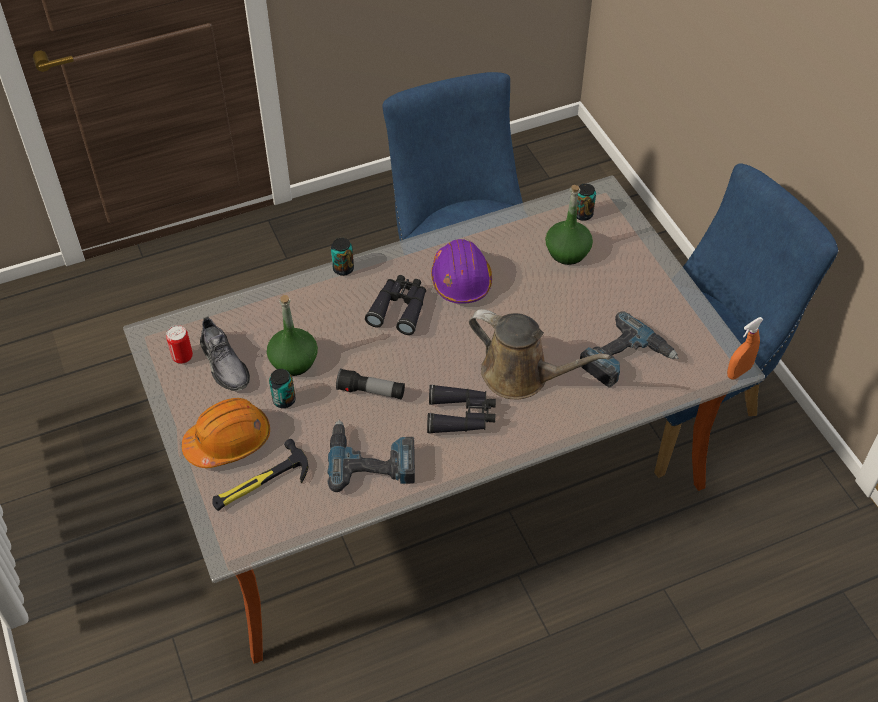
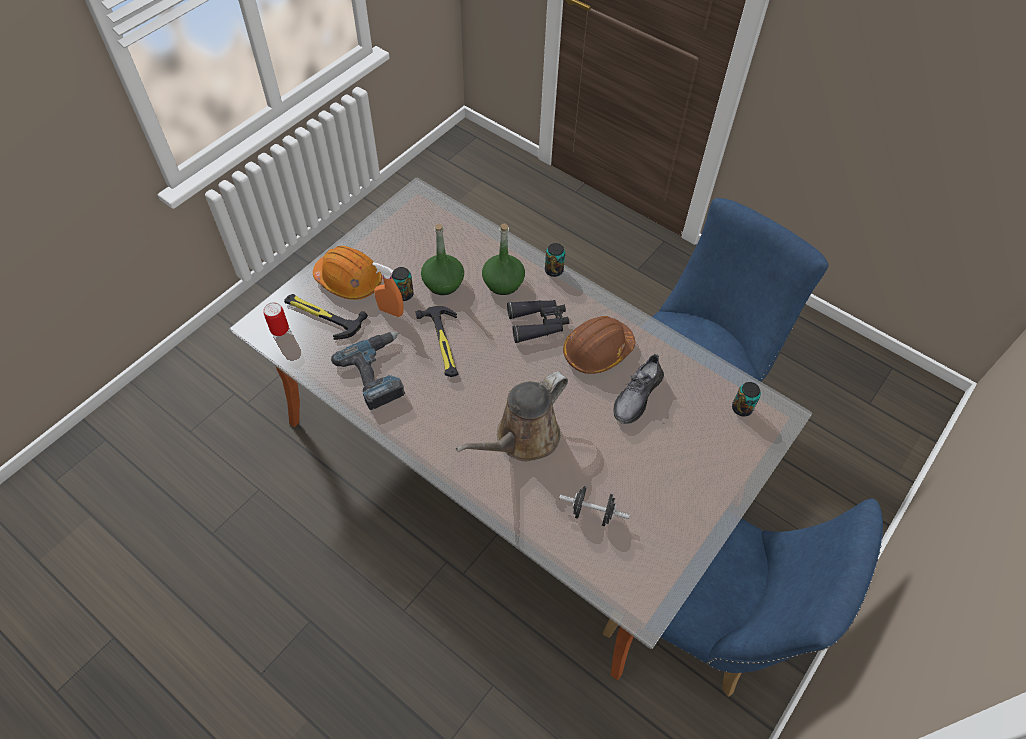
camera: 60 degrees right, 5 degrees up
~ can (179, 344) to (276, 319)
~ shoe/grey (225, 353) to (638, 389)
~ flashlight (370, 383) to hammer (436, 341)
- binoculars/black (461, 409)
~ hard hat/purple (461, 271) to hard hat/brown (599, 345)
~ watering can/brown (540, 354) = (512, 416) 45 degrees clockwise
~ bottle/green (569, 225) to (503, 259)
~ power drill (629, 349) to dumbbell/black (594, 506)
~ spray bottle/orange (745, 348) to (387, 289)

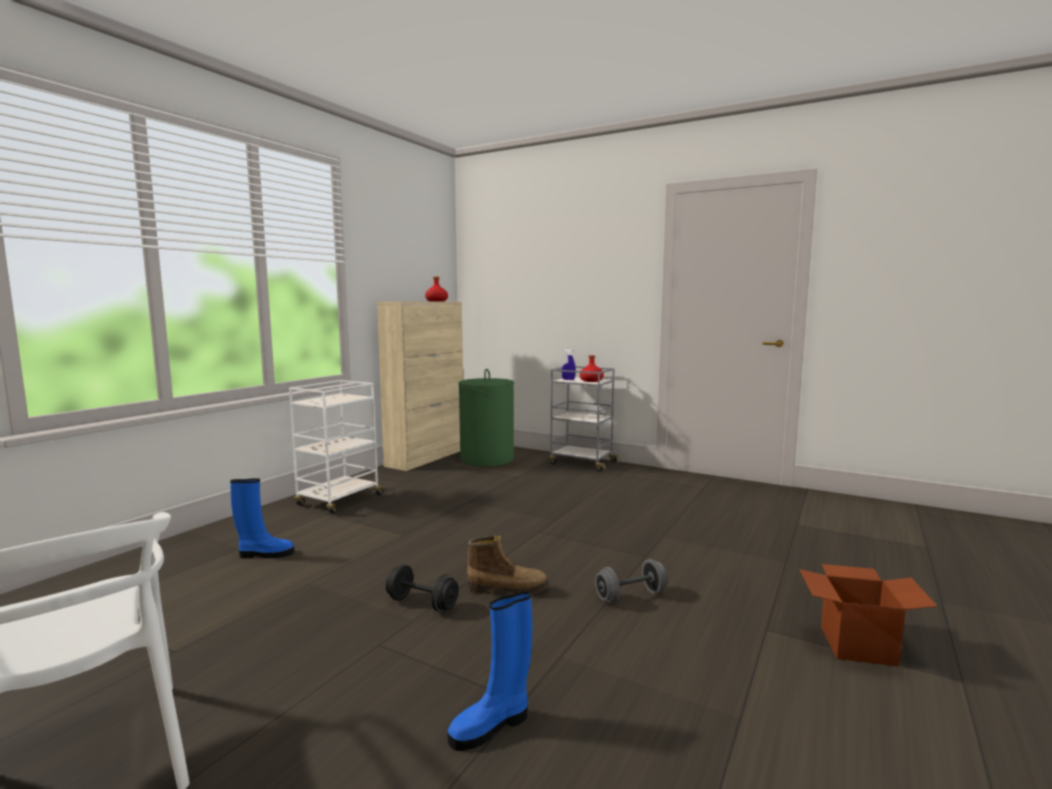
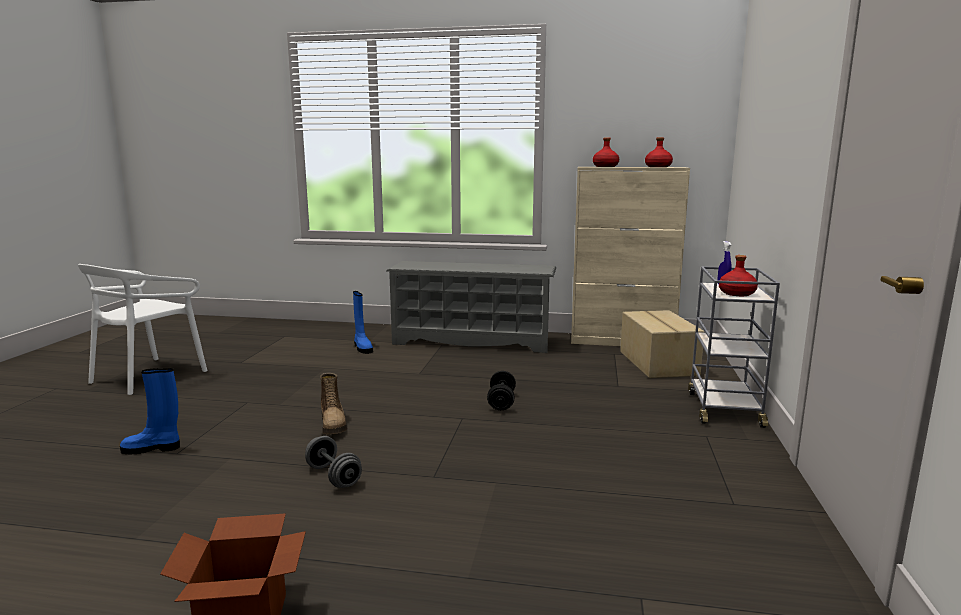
camera: 70 degrees right, 5 degrees up
~ cart/white (337, 447) to shoe rack/grey (471, 307)
~ dumbbell/black (422, 588) to (501, 390)
~ boot/blue (490, 671) = (150, 411) 45 degrees counterclockwise
~ laundry basket/green (486, 418) to cardboard box (662, 344)
+ bottle/red (606, 152)

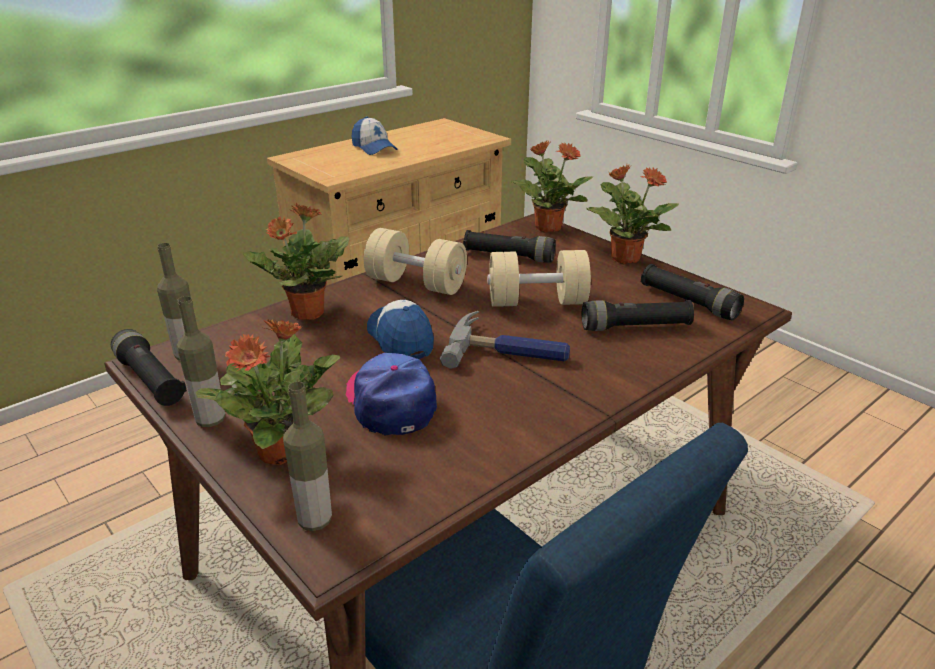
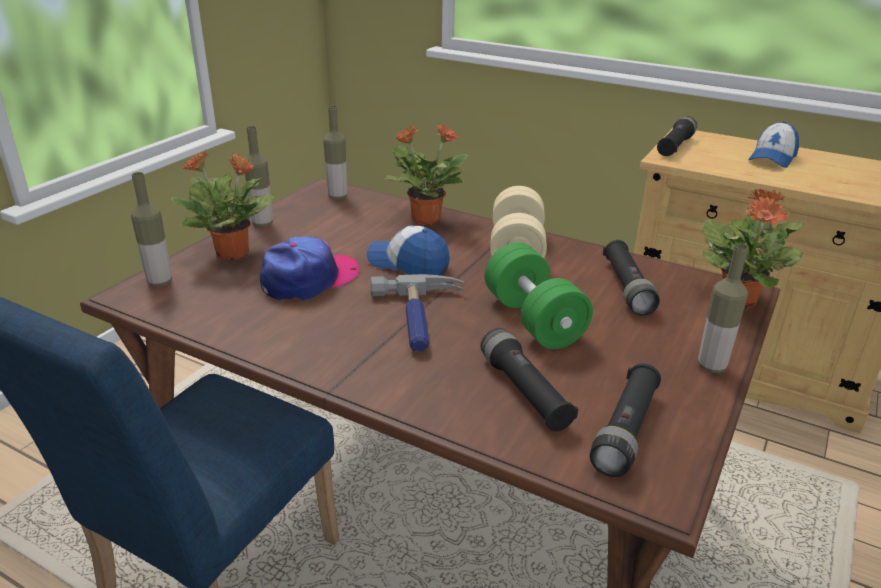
camera: 70 degrees right, 0 degrees up
~ flashlight/black (149, 367) to (677, 136)
~ cap (400, 329) = (408, 251) 105 degrees counterclockwise
~ dumbbell/beige (539, 278) to dumbbell/green (539, 296)
~ potted plant (632, 214) to bottle (723, 308)

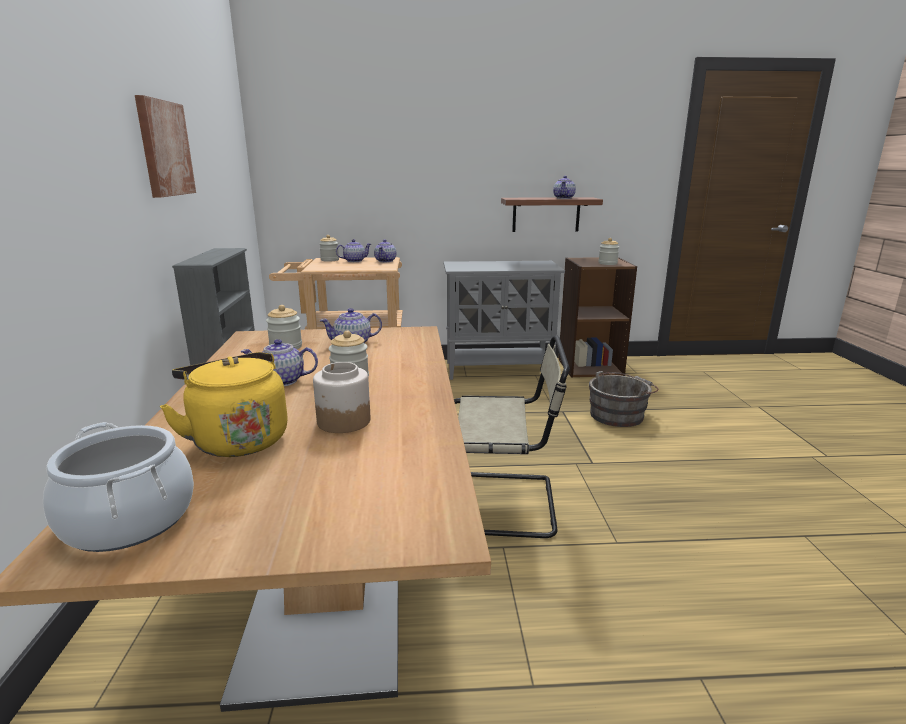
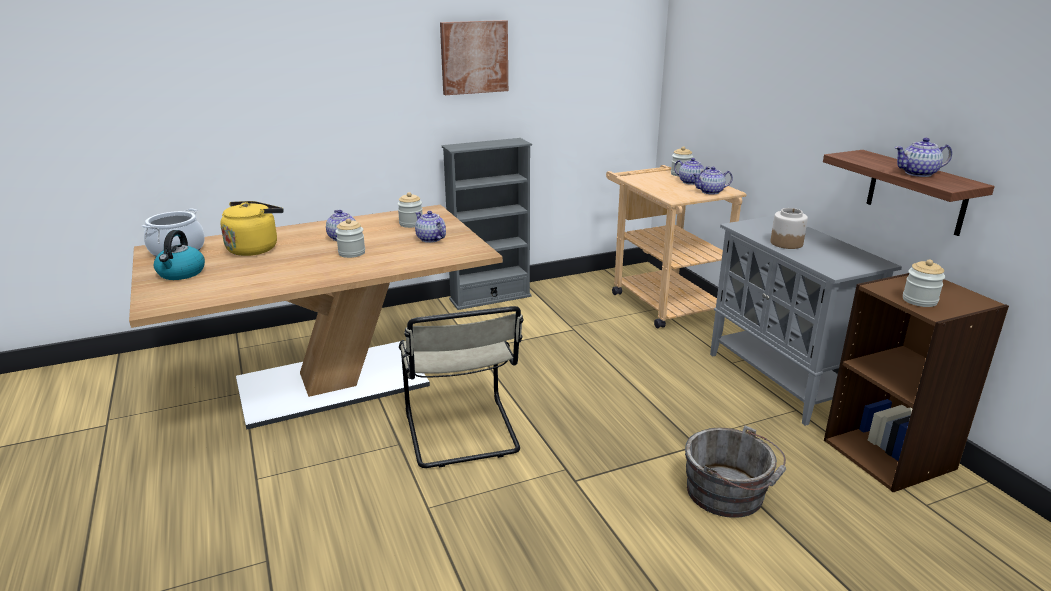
camera: 70 degrees right, 5 degrees up
~ jar (341, 397) to (789, 228)
+ kettle (179, 255)

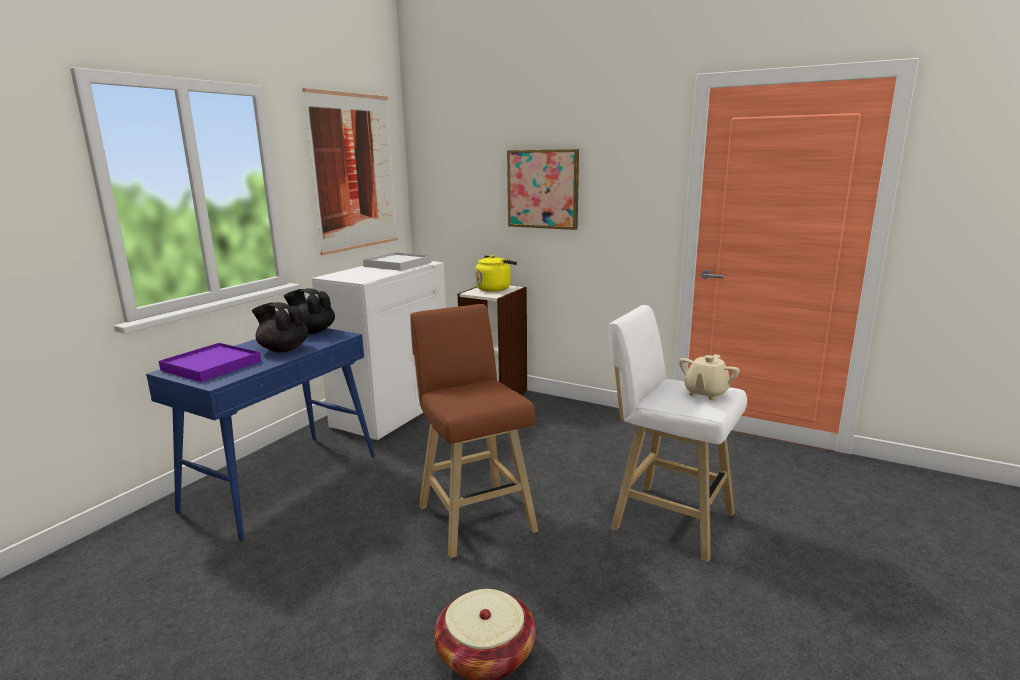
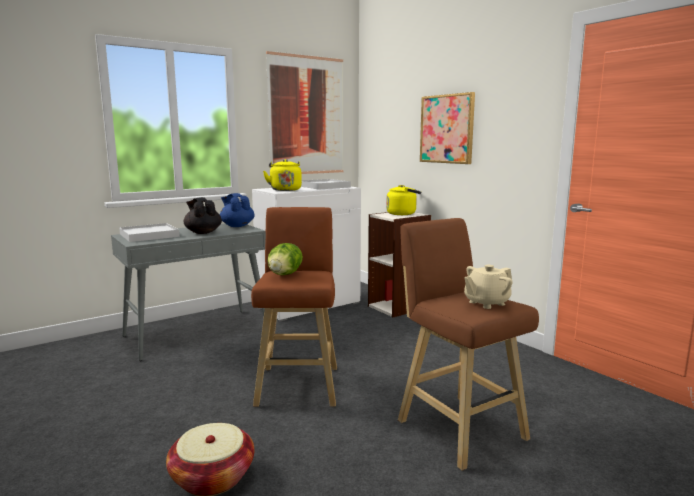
camera: 25 degrees right, 5 degrees down
~ console table/blue (260, 434) to console table/grey (188, 292)
~ tray/purple (210, 362) to tray/white (149, 232)
~ teapot/black (309, 311) to teapot/blue (237, 210)
~ stool/white (678, 433) to stool/brown (468, 344)
+ kettle/yellow (282, 175)
+ lettuce (285, 259)

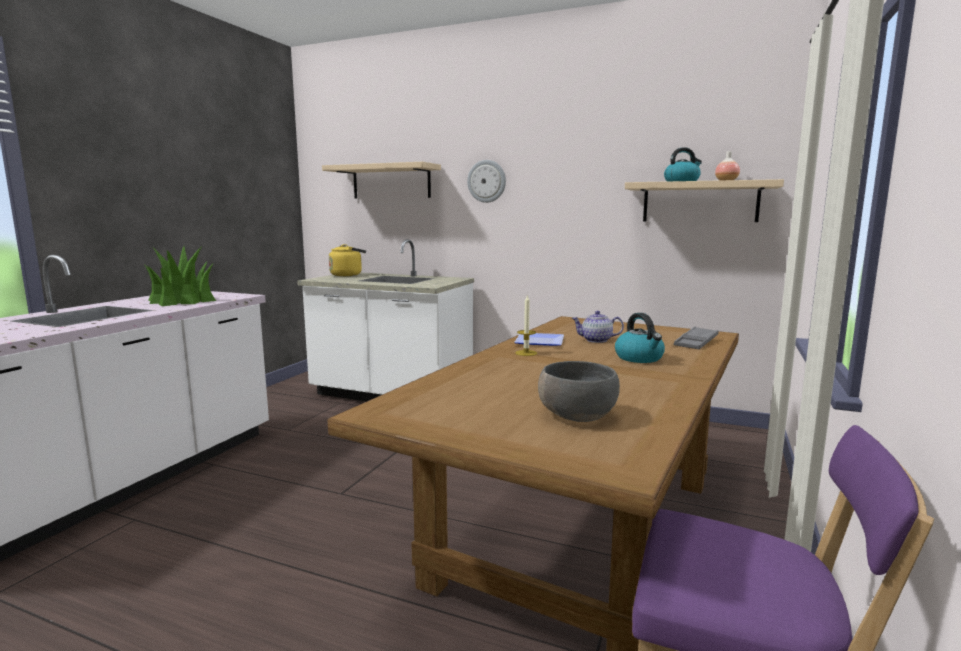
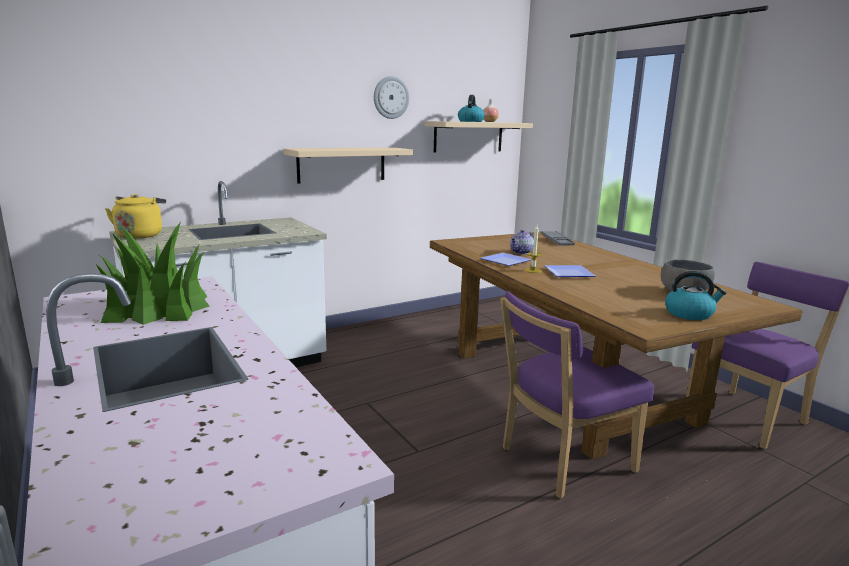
camera: 55 degrees left, 5 degrees up
~ shelf/beige (381, 180) to (348, 165)
~ wall clock (486, 181) to (391, 97)
~ kettle (640, 338) to (695, 295)
+ chair/purple (577, 395)
+ plate (570, 271)

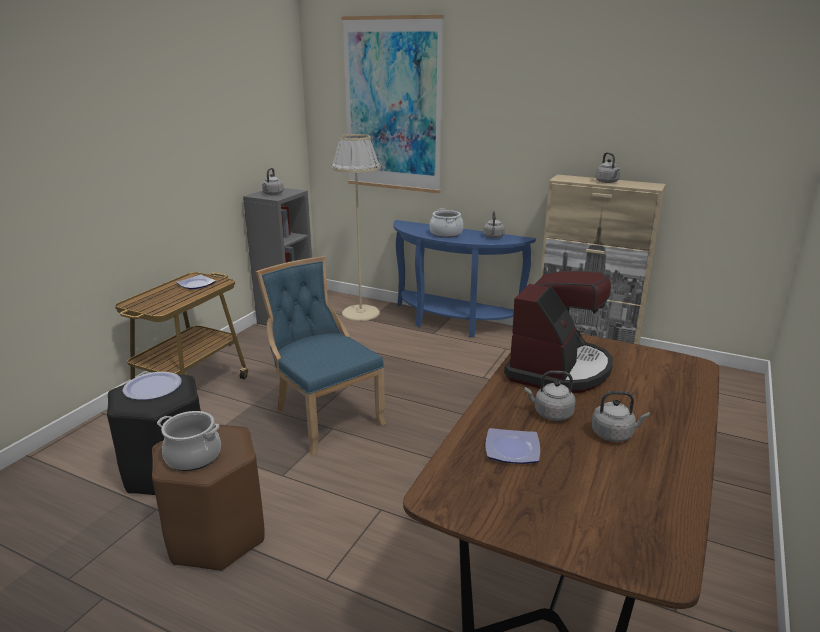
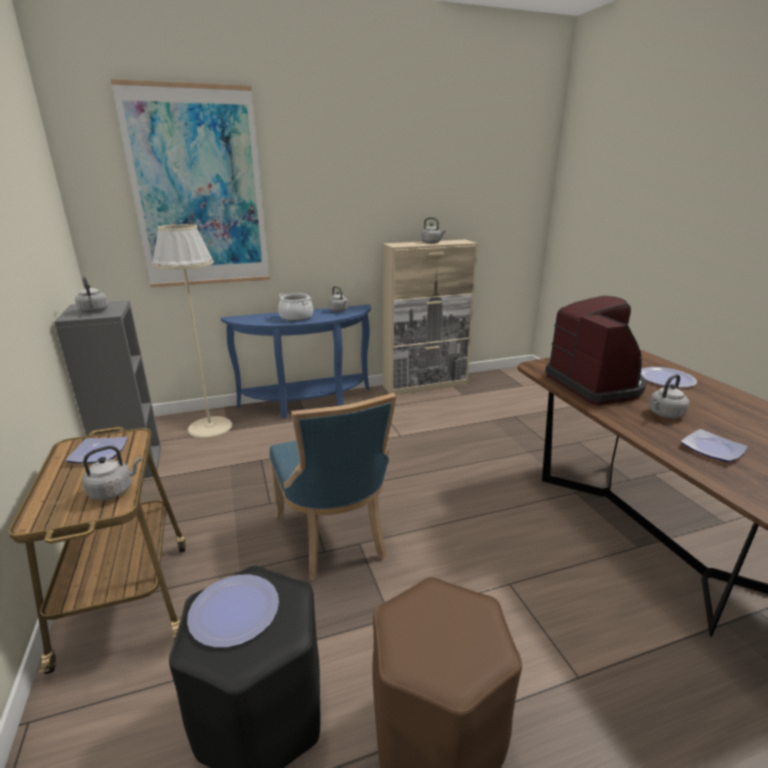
camera: 45 degrees left, 0 degrees up
- cooking pot (189, 441)
~ chair/blue (321, 355) = (333, 487) 120 degrees counterclockwise
~ kettle/grey (620, 416) to (111, 473)
+ plate (669, 377)

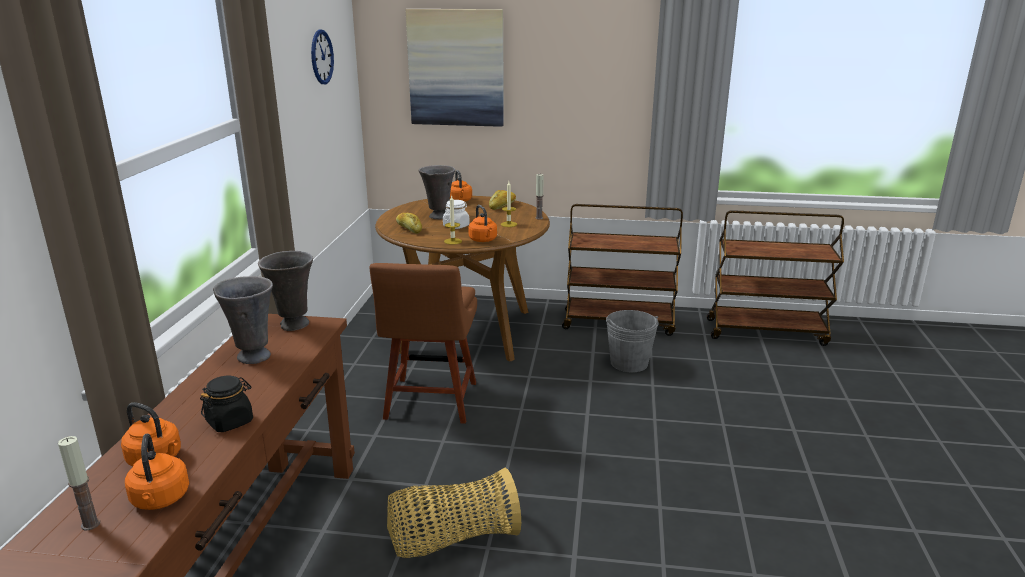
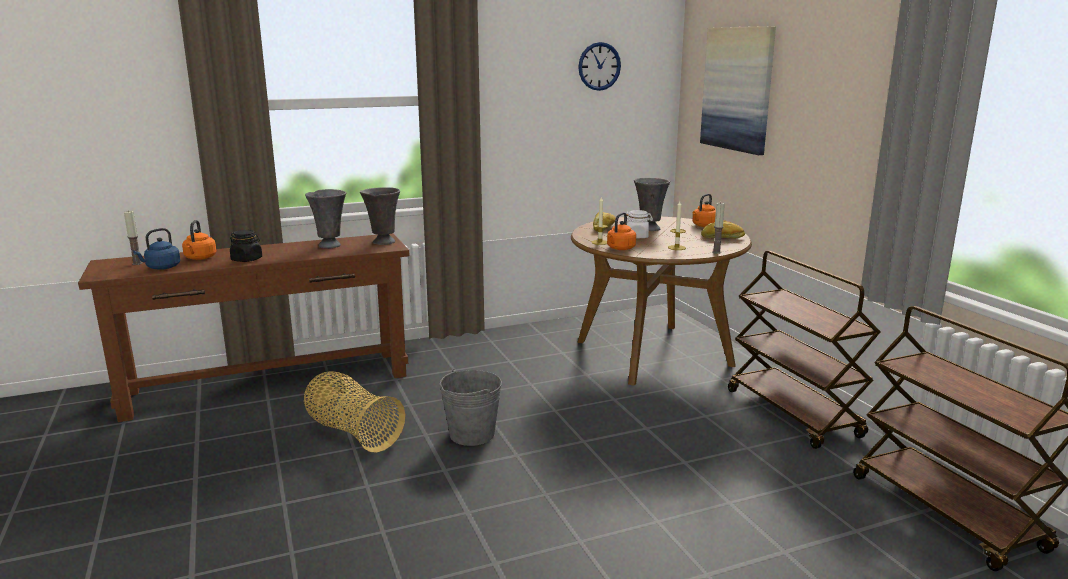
camera: 60 degrees right, 5 degrees down
~ kettle/orange (157, 472) to kettle/blue (156, 249)
- chair/brown (423, 343)
~ bucket/grey (632, 341) to (470, 407)

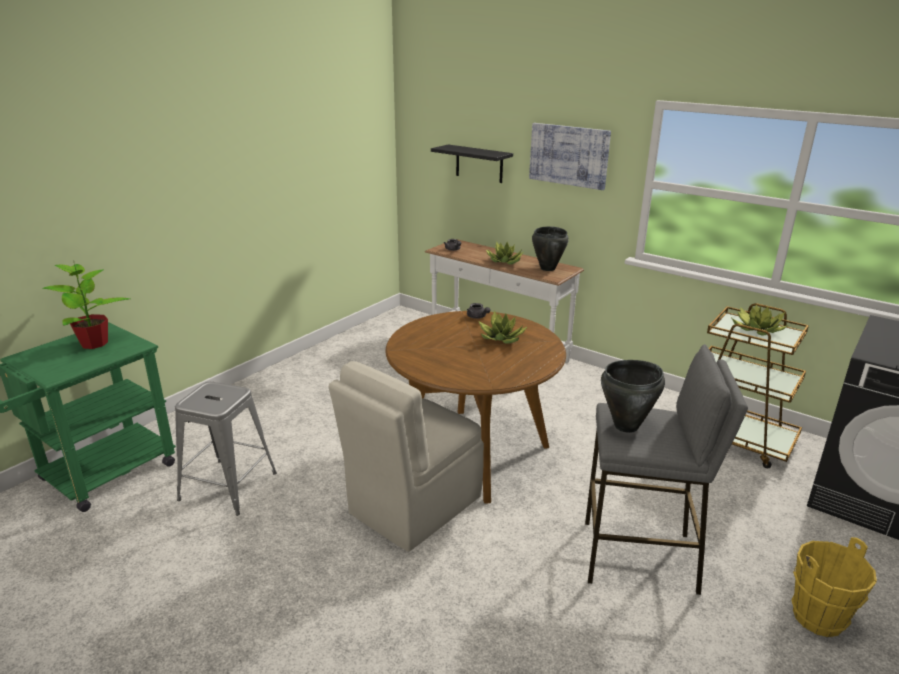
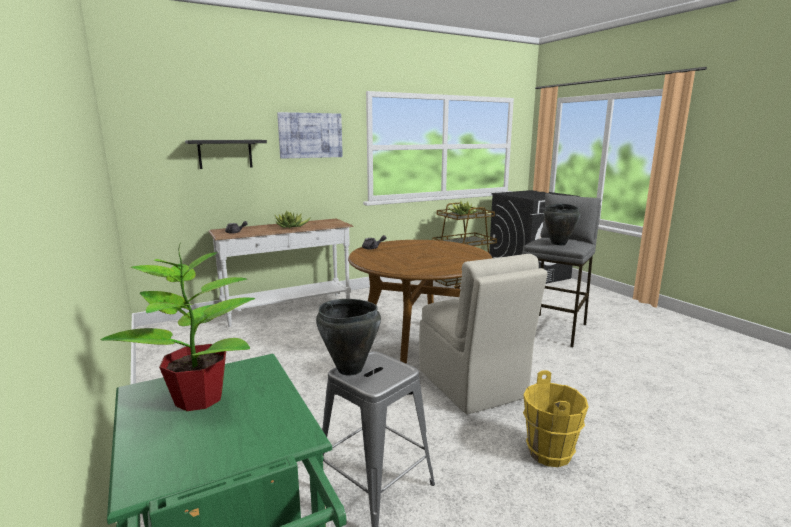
camera: 65 degrees left, 10 degrees down
- potted plant (503, 327)
~ cooking pot/black (550, 248) to (348, 337)
~ bucket/yellow (834, 587) to (555, 418)

